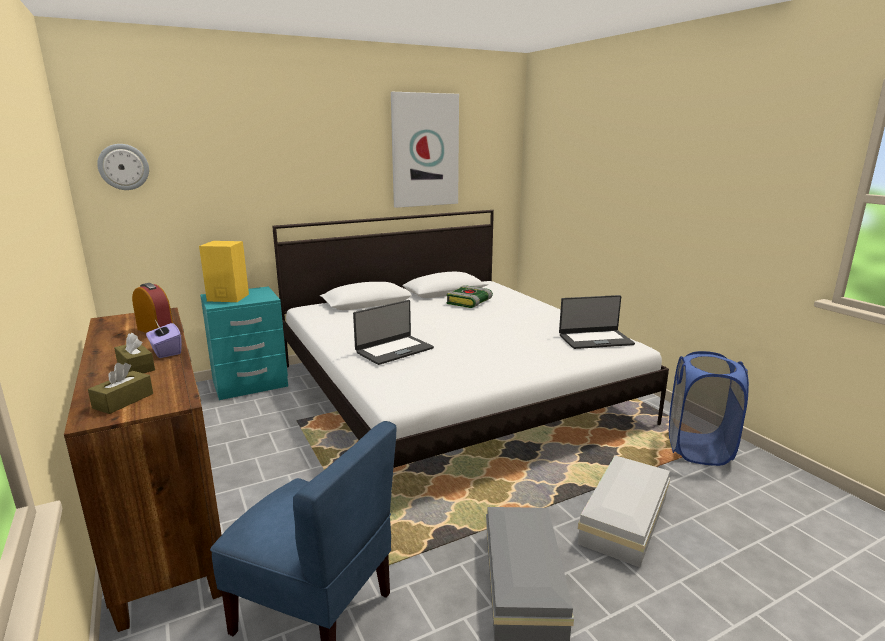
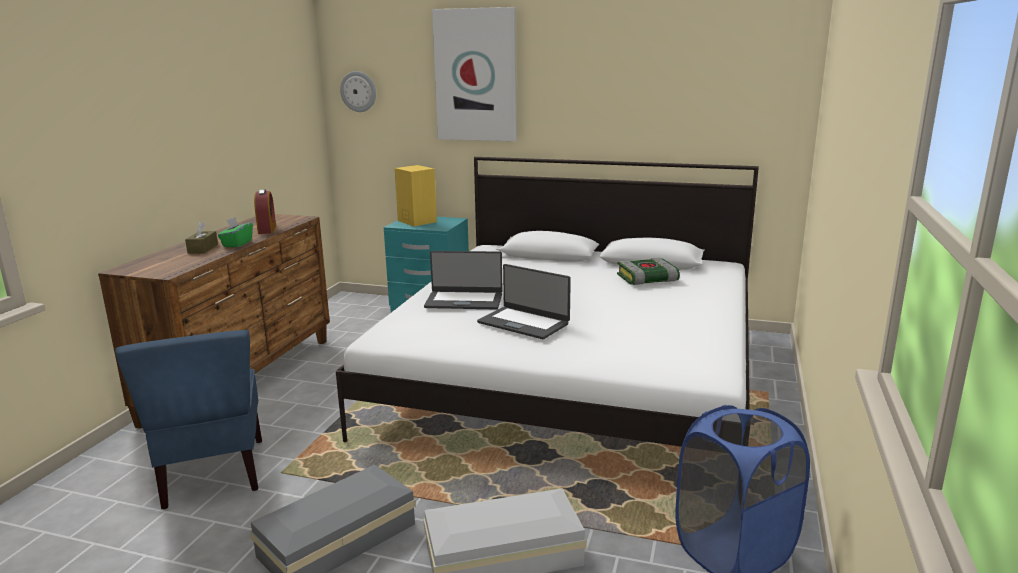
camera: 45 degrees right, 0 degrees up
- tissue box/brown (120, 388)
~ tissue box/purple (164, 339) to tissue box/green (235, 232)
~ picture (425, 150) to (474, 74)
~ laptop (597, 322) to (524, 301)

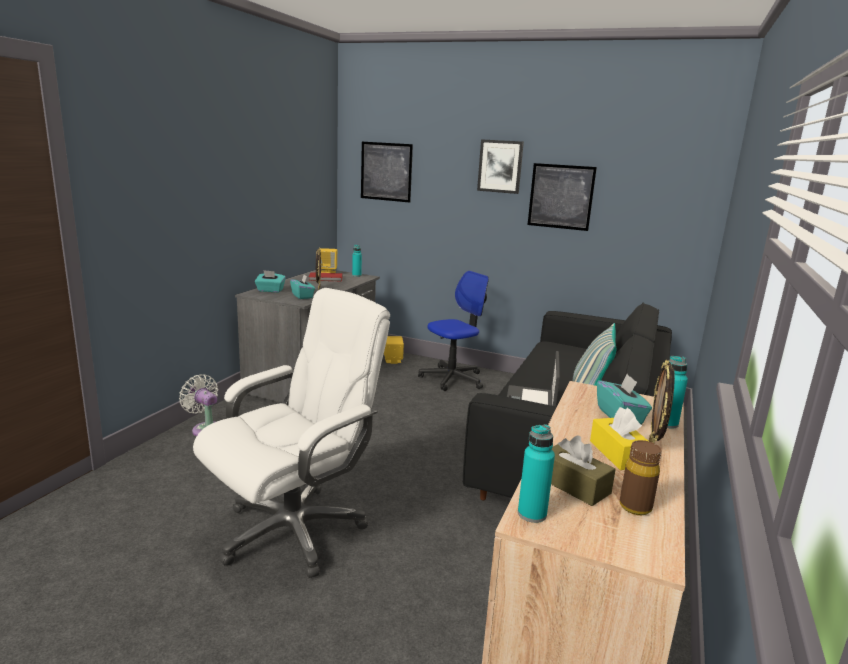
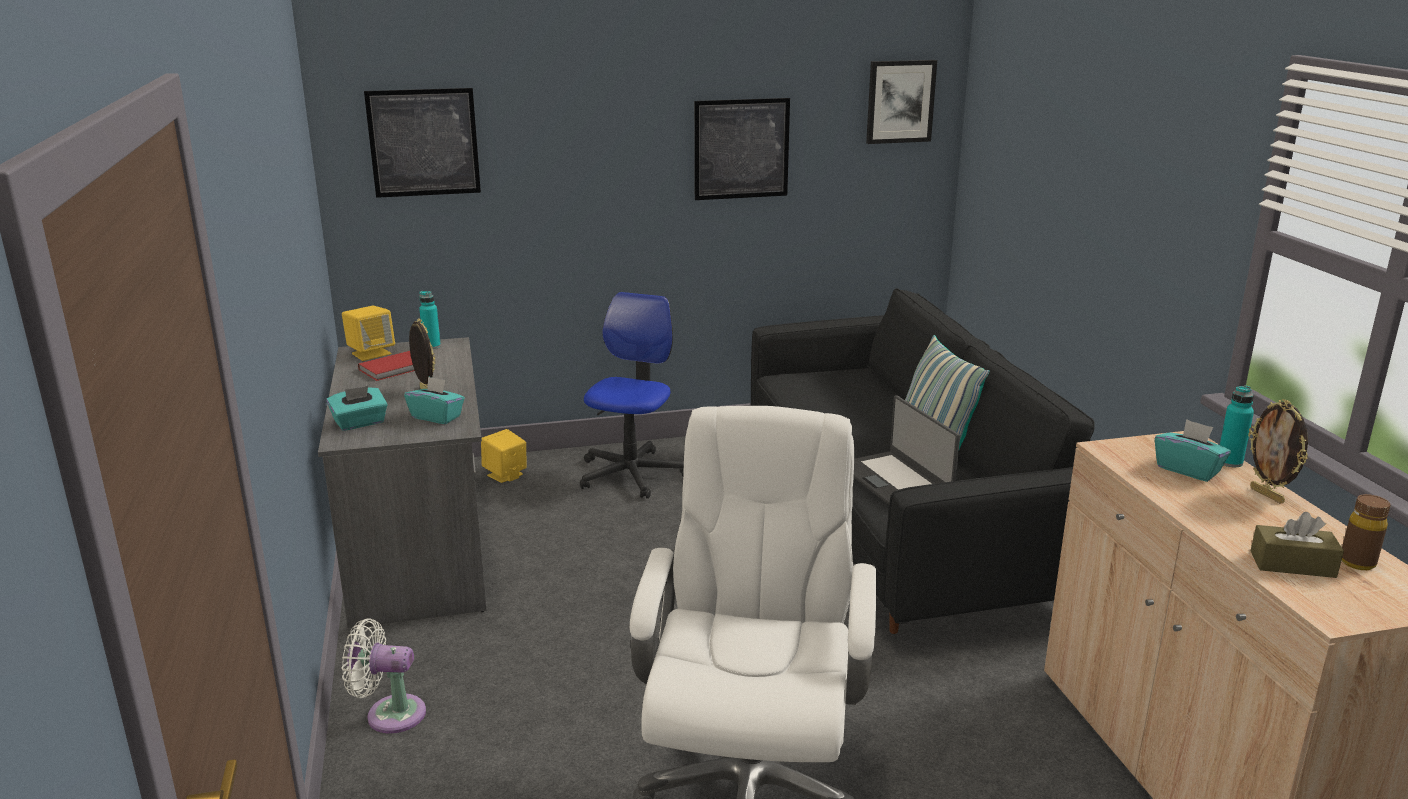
camera: 35 degrees left, 5 degrees up
~ picture (500, 166) to (901, 102)
- bottle/turquoise (536, 473)
- tissue box/yellow (619, 438)

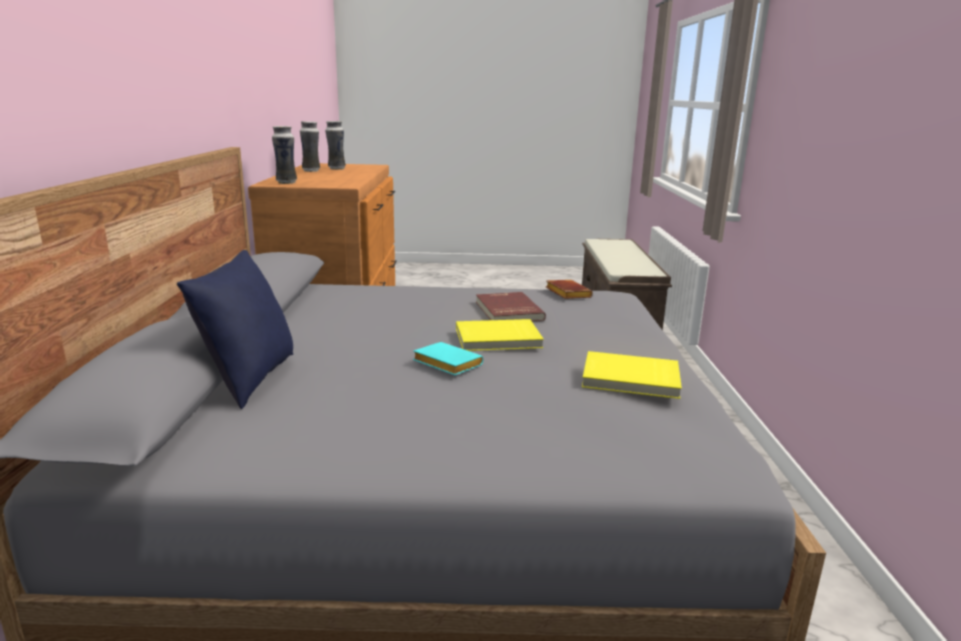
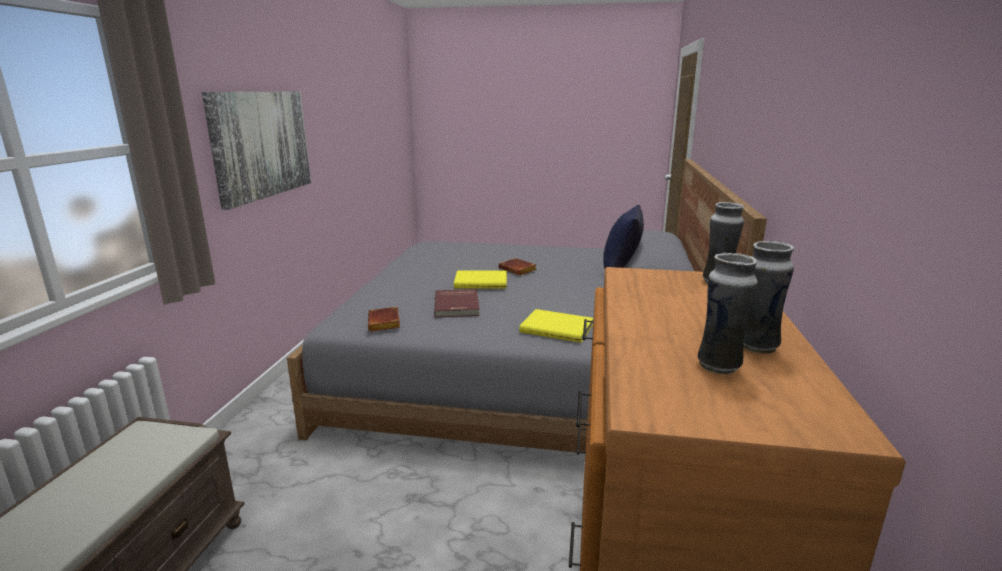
camera: 170 degrees left, 0 degrees up
~ book/turquoise (448, 358) to book/brown (517, 267)
~ book/yellow (632, 375) to (556, 326)
+ picture (256, 150)

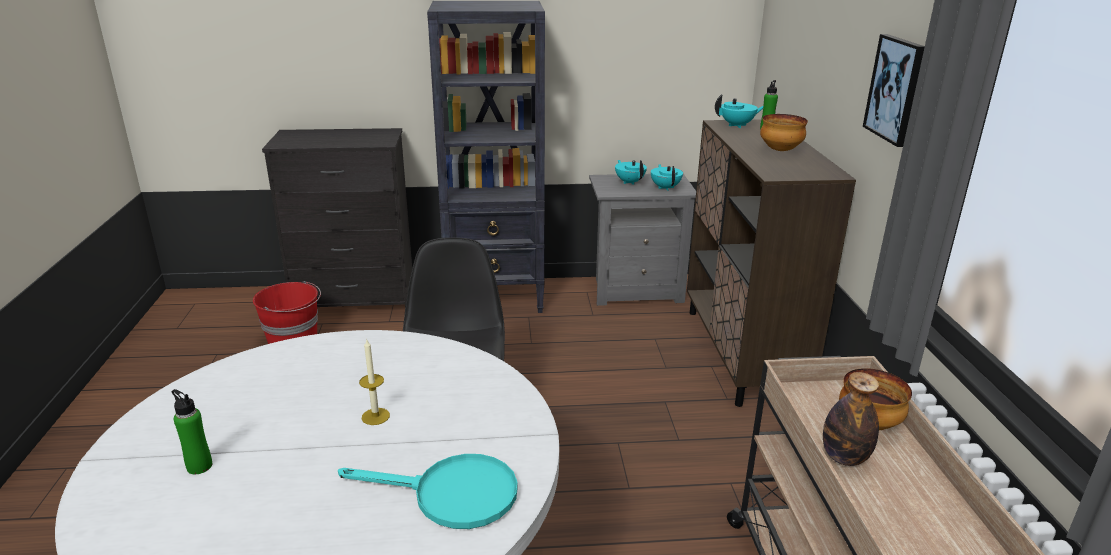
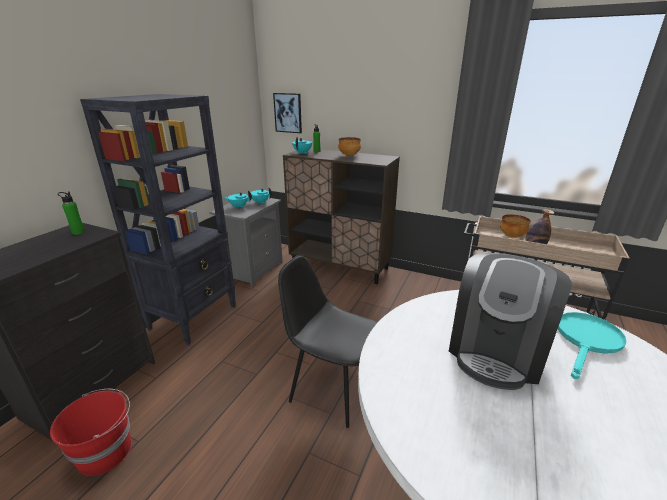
camera: 60 degrees left, 0 degrees up
~ bottle/green (191, 431) to (71, 213)
~ candle (374, 382) to coffee machine (510, 321)
~ picture (894, 90) to (287, 113)

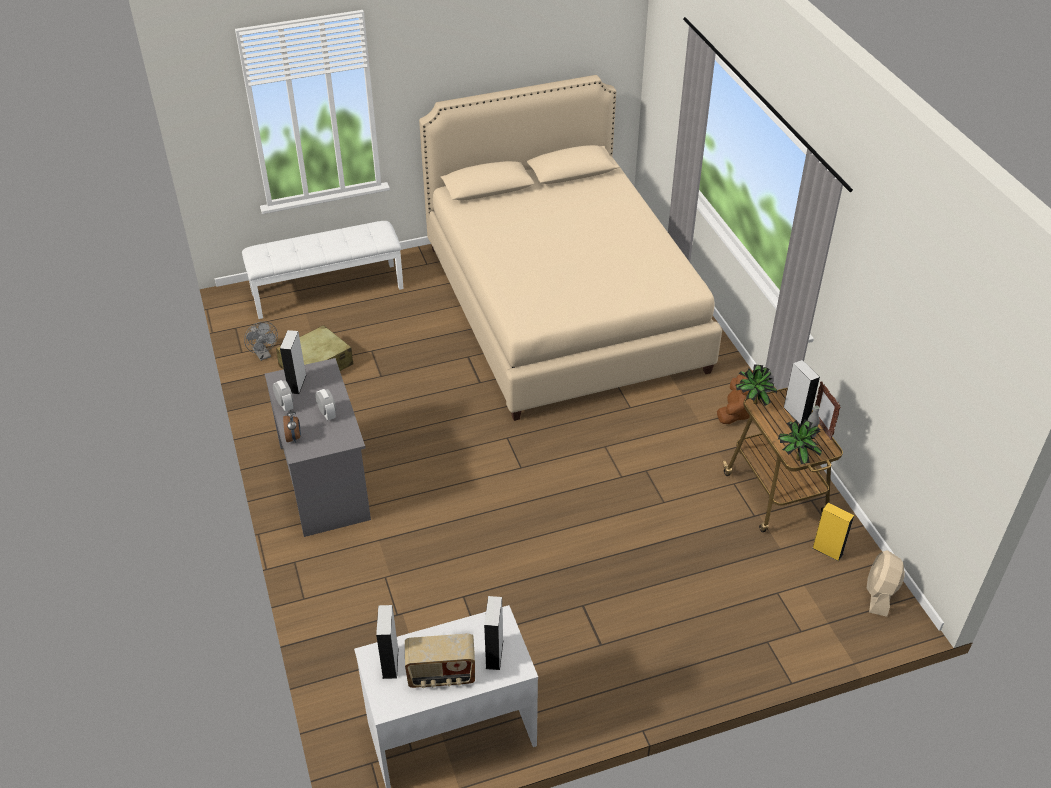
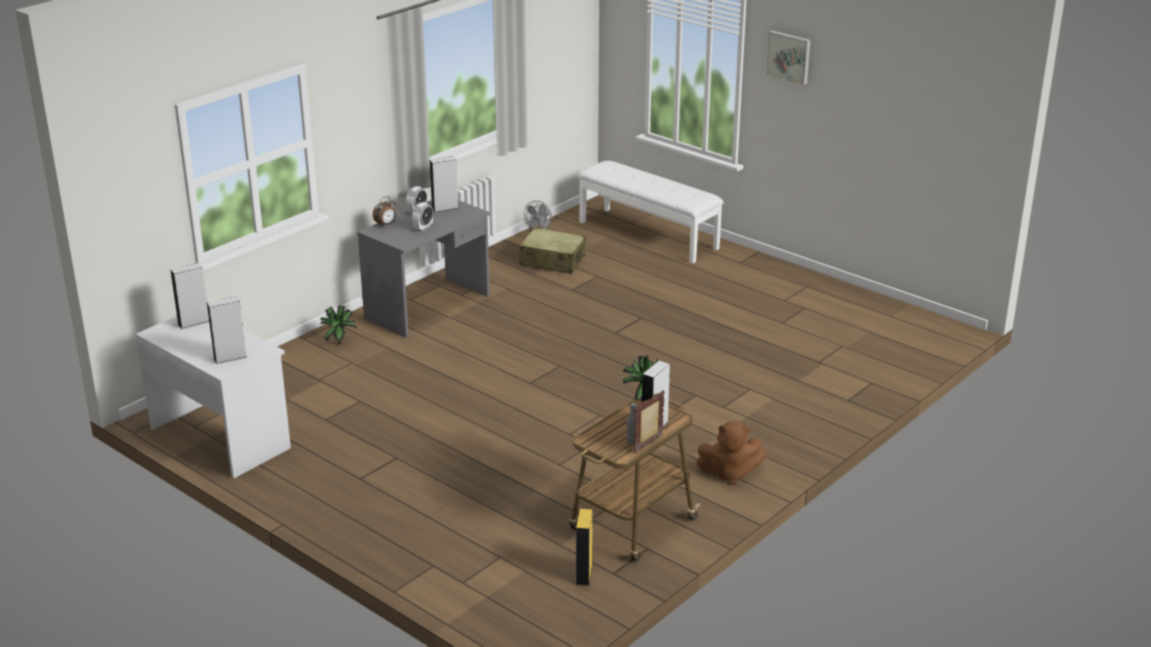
camera: 60 degrees right, 15 degrees down
- radio (440, 661)
- bed/beige (570, 248)
~ potted plant (800, 441) to (339, 325)
- fan/beige (886, 583)
+ picture (788, 58)

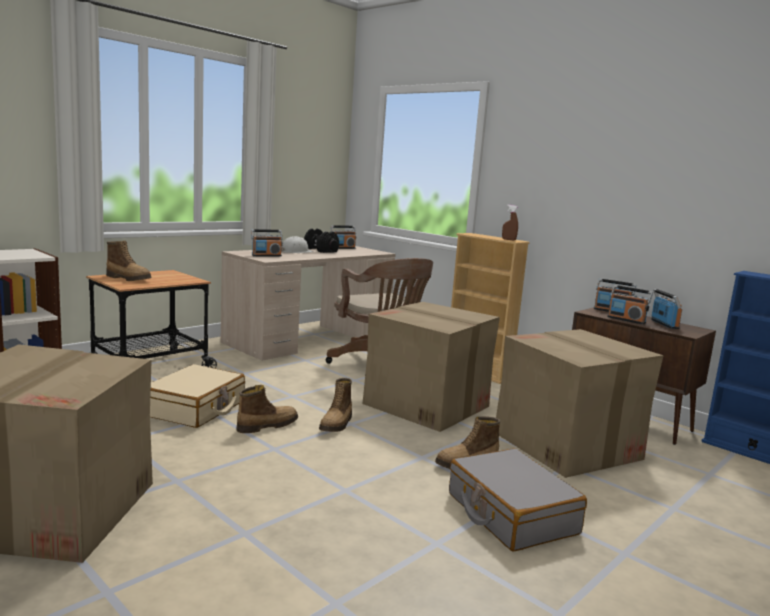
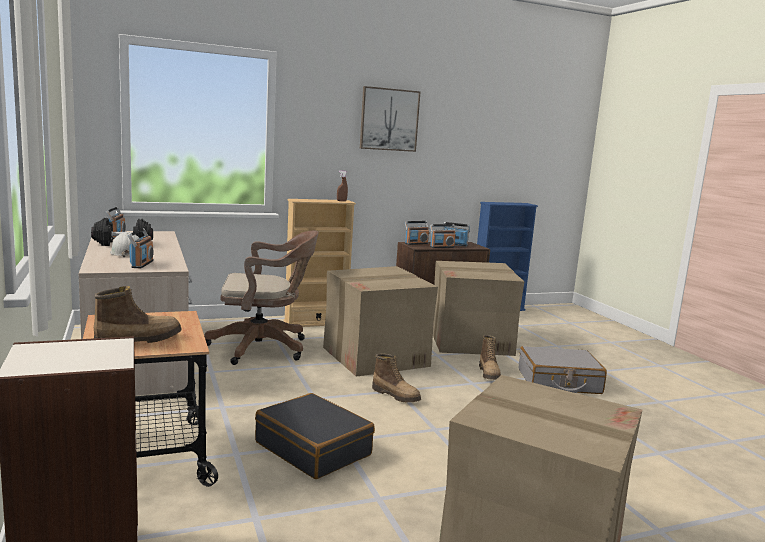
camera: 65 degrees left, 0 degrees up
~ suitcase/beige (197, 396) to suitcase/black (315, 436)
- boot (267, 409)
+ picture (390, 119)

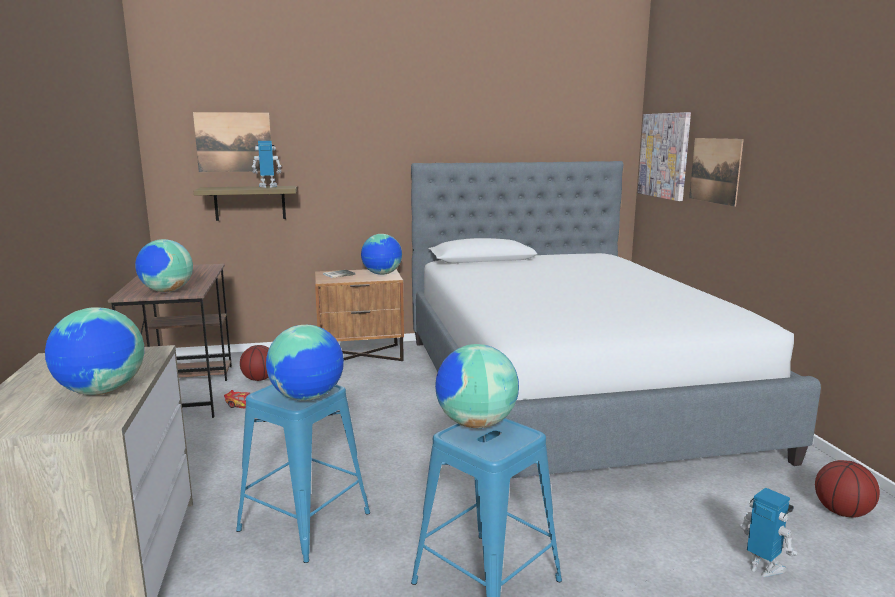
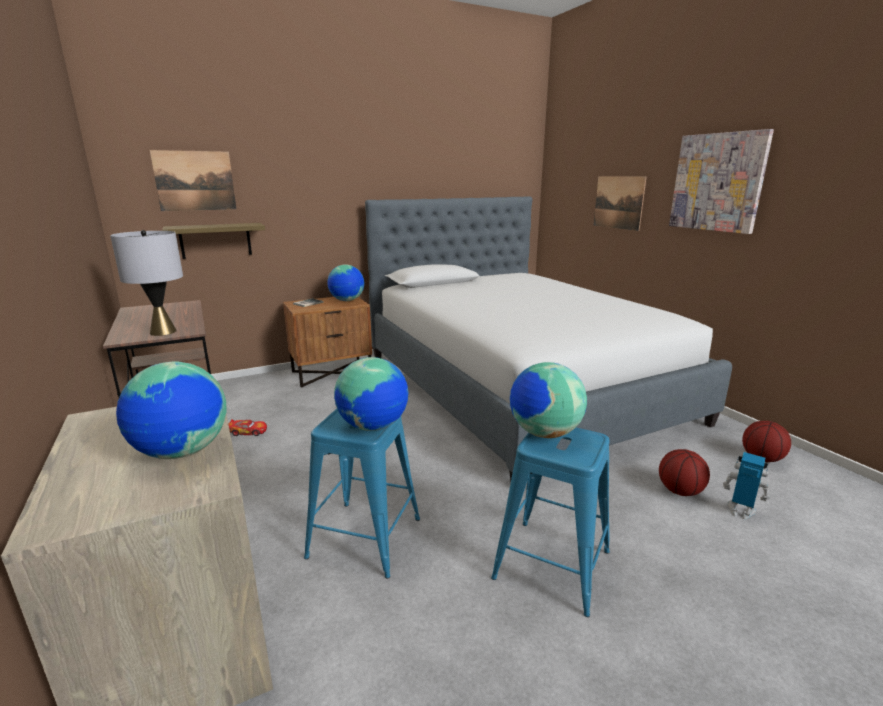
camera: 15 degrees left, 5 degrees up
~ globe (164, 265) to table lamp/grey (146, 283)
~ basketball (254, 363) to (684, 472)
- toy robot (267, 164)
~ picture (664, 156) to (721, 181)

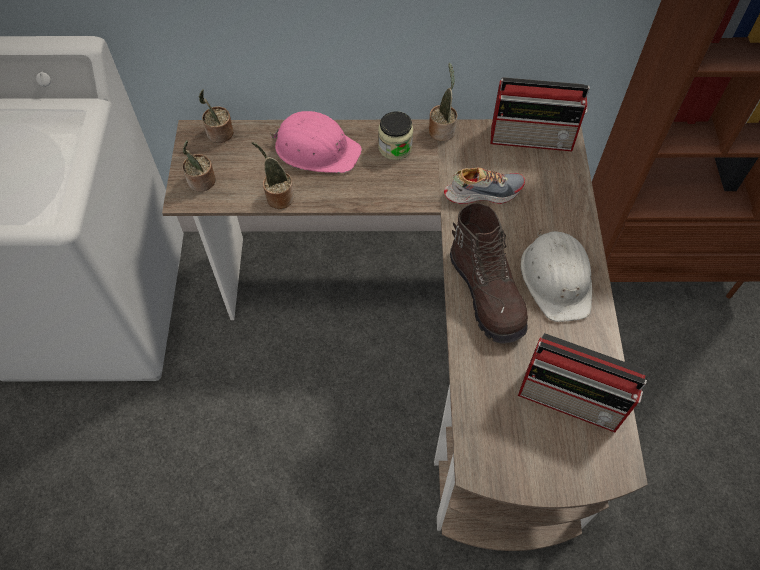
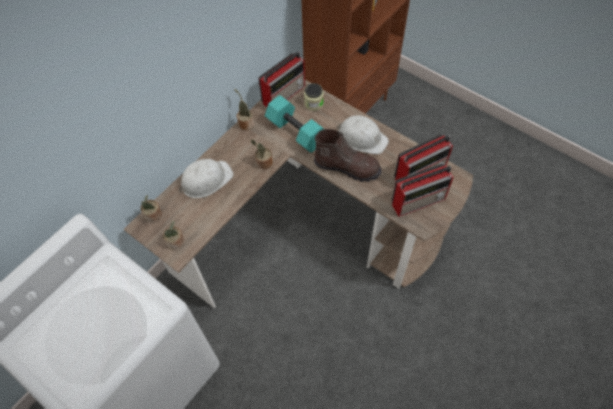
camera: 50 degrees left, 0 degrees up
~ potted plant (273, 175) to (262, 154)
~ hard hat/pink (316, 142) to hard hat/white (206, 178)
~ jar (395, 135) to (314, 97)
~ shoe (484, 186) to dumbbell/turquoise (294, 124)
+ radio (423, 190)

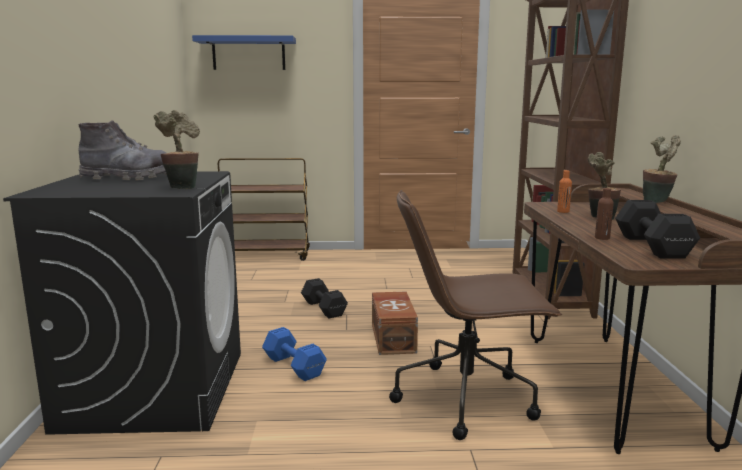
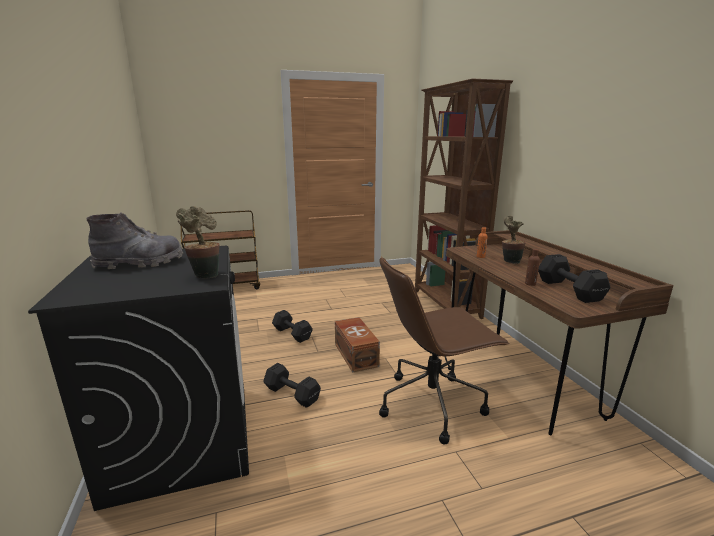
camera: 15 degrees left, 5 degrees up
- shelf/blue (244, 52)
~ dumbbell/blue (294, 354) to dumbbell/black (292, 385)
- potted plant (662, 169)

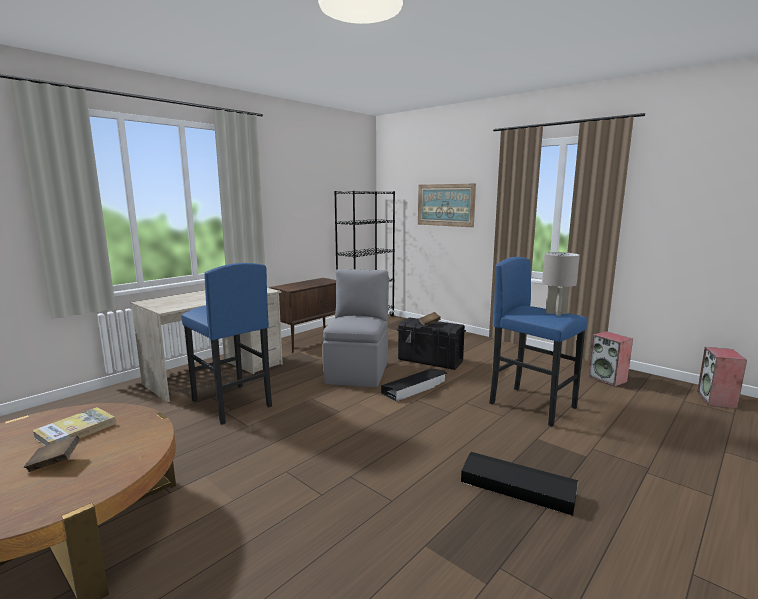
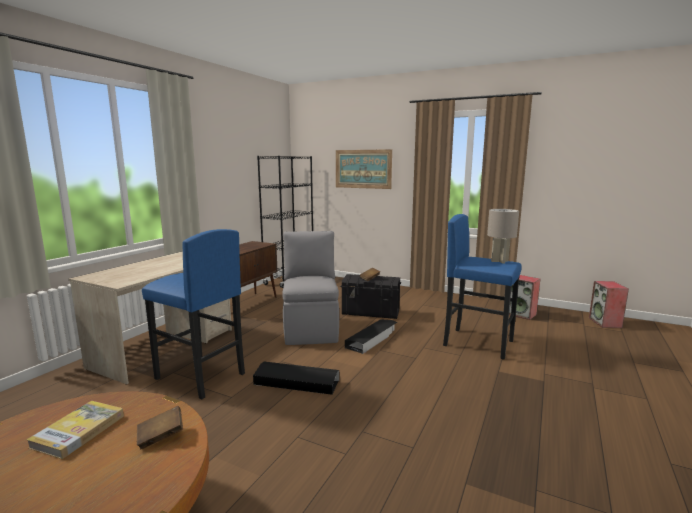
camera: 15 degrees left, 0 degrees up
~ book/brown (52, 454) to (160, 427)
~ storage box/black (519, 484) to (296, 378)

